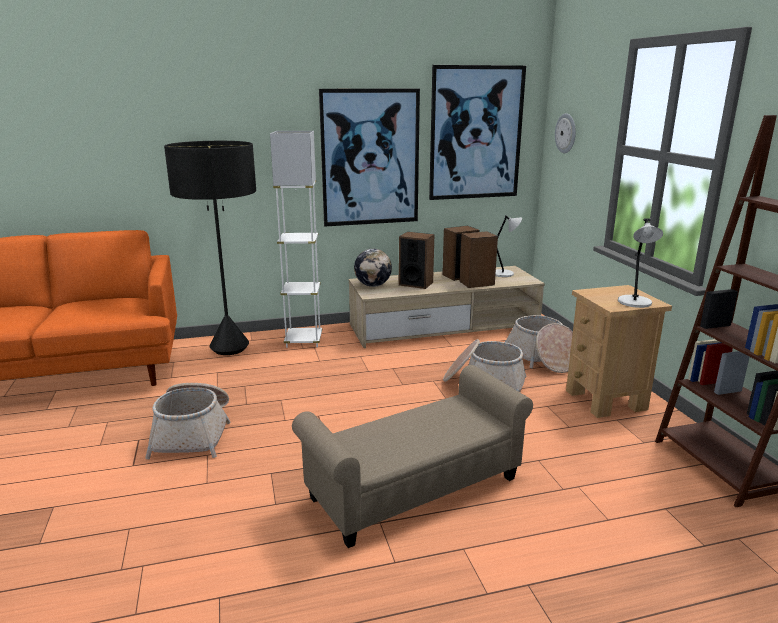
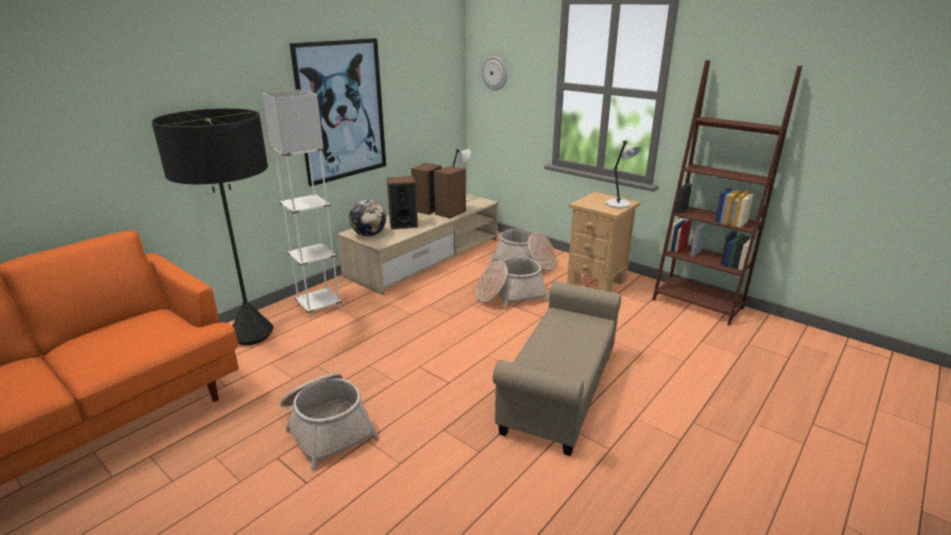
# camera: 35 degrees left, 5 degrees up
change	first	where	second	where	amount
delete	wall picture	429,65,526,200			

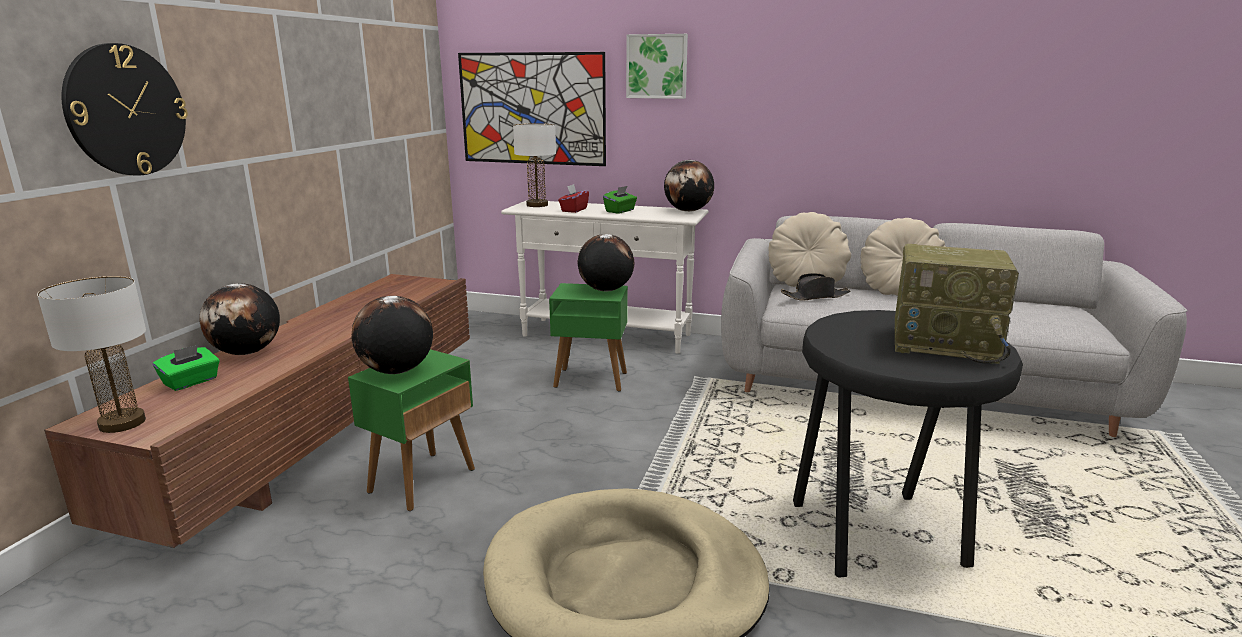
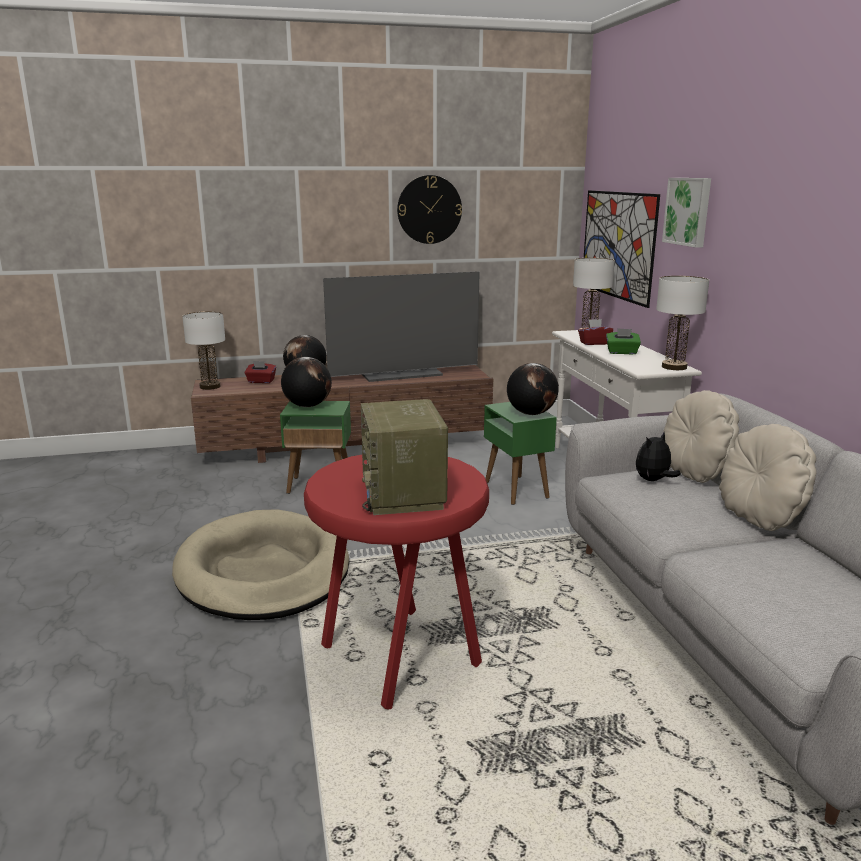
# camera: 60 degrees right, 0 degrees up
change	first	where	second	where	amount
move	wall clock	61,43,188,176		397,175,462,244	
recolor	green-coloured tissue box	153,344,220,391	reddish tissue box	244,361,276,383	
replace	desk globe	664,160,714,212	lamp for a table	656,276,709,370	
replace	blackish hat	781,273,850,300	plush toy	636,432,681,481	
recolor	blackish stool	793,310,1023,577	reddish stool	304,455,489,709	
insert			television	323,272,480,382	

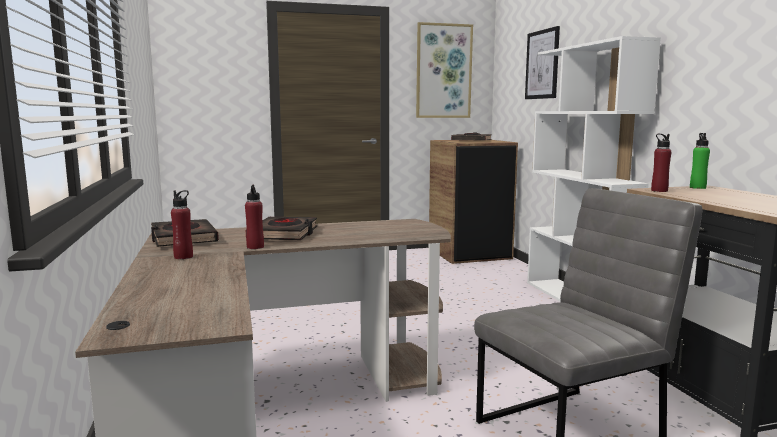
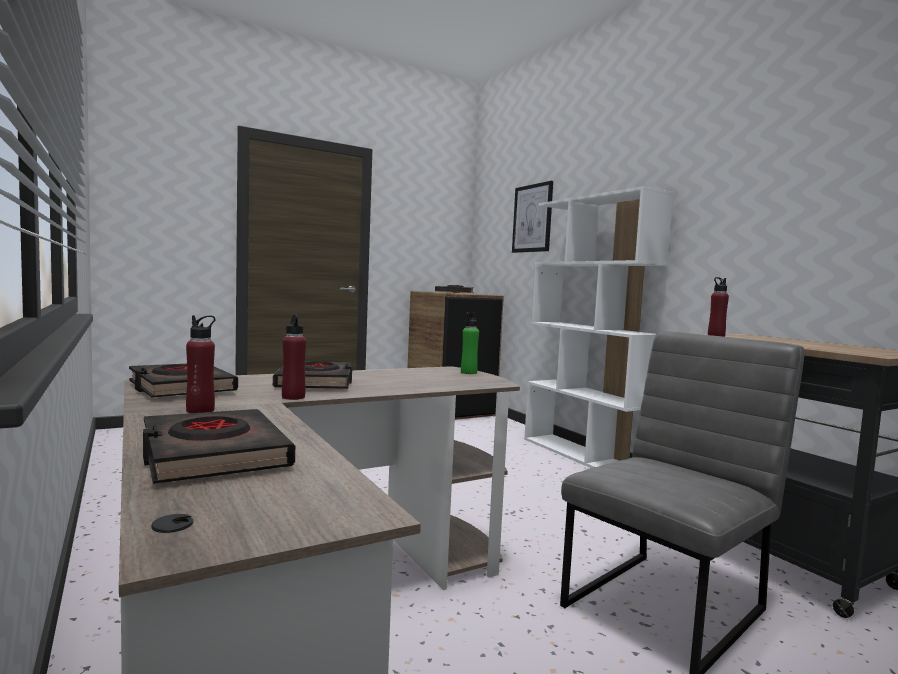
# camera: 15 degrees left, 5 degrees down
change	first	where	second	where	amount
delete	wall picture	416,22,473,118			
move	green-coloured beverage bottle	690,133,710,189		461,312,479,374	
insert			blackish volume	143,409,295,484	

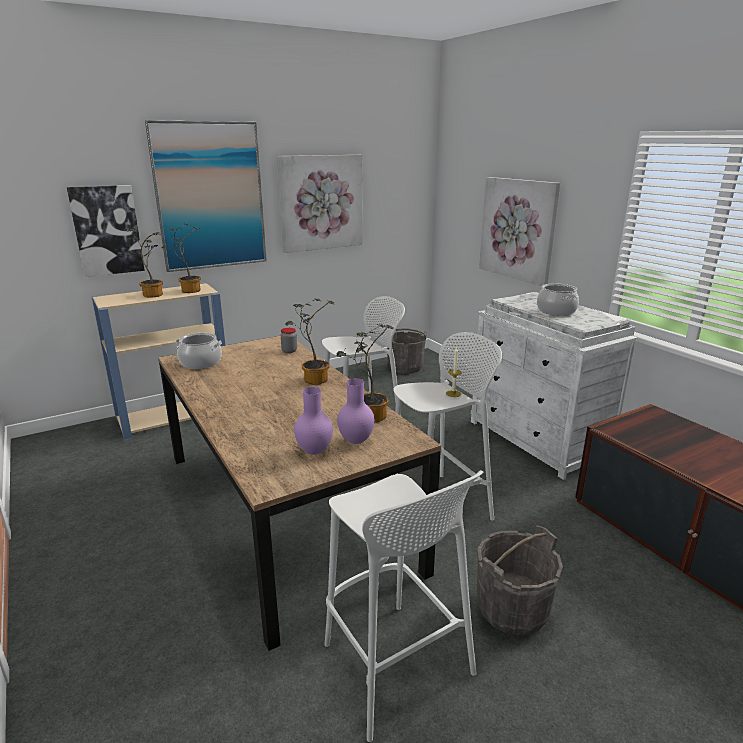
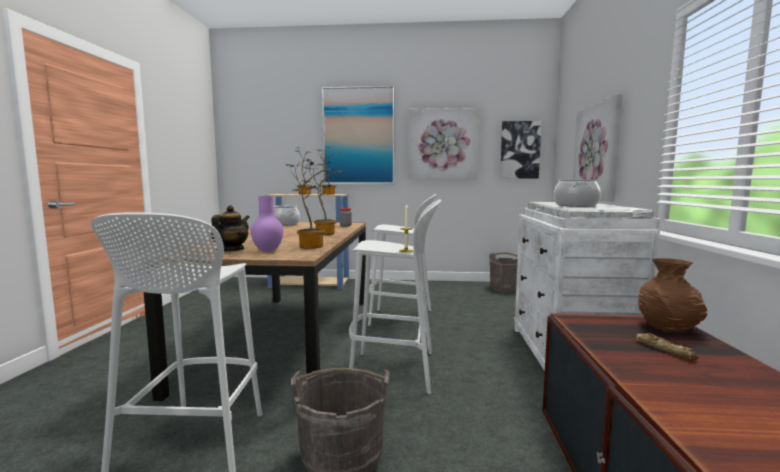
# camera: 35 degrees right, 15 degrees down
change	first	where	second	where	amount
move	wall picture	67,185,145,277		500,121,541,178	
replace	purple-coloured flower vase	294,387,333,455	pot for tea	211,205,250,251	
insert			baked bread	636,333,699,360	
insert			brown-coloured flower vase	638,258,707,332	

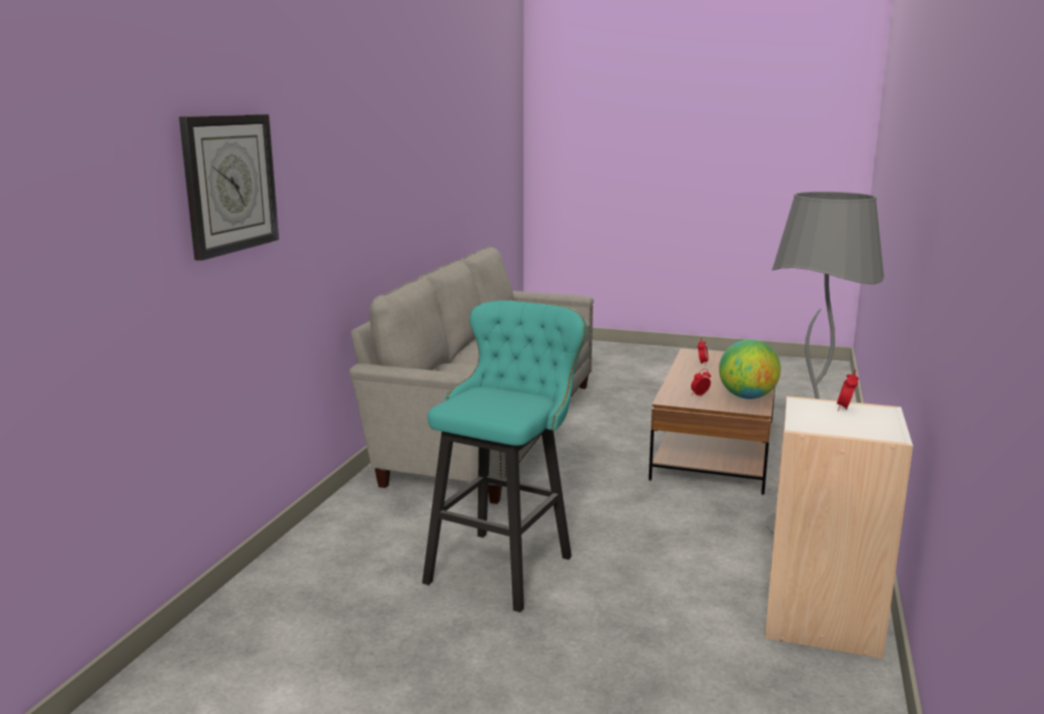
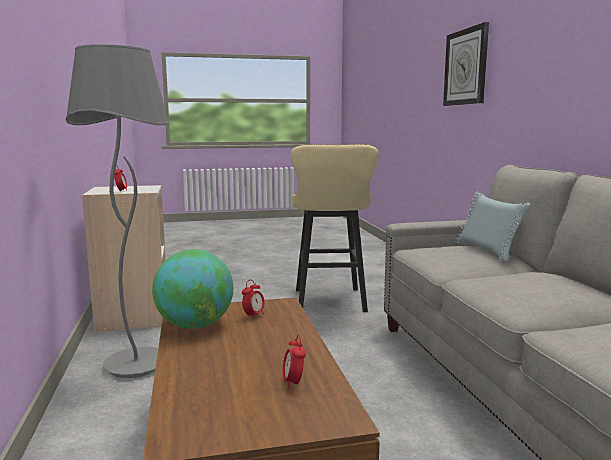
# camera: 150 degrees right, 5 degrees down
change	first	where	second	where	amount
recolor	blue-green stool	422,300,587,612	beige stool	290,144,379,312	
insert			bluish cushion	455,192,530,262	

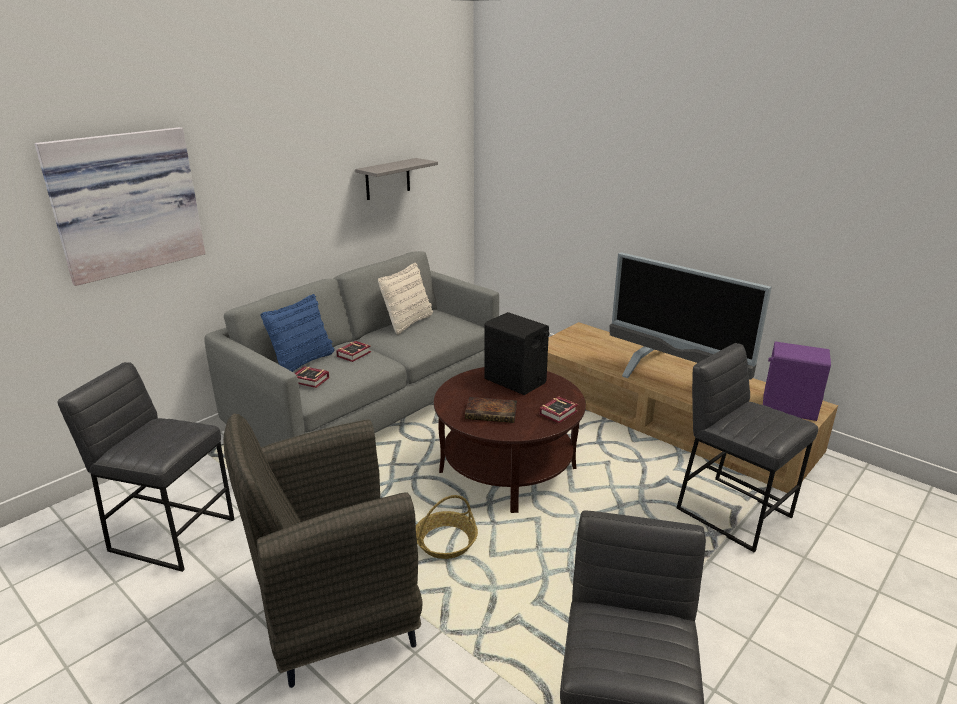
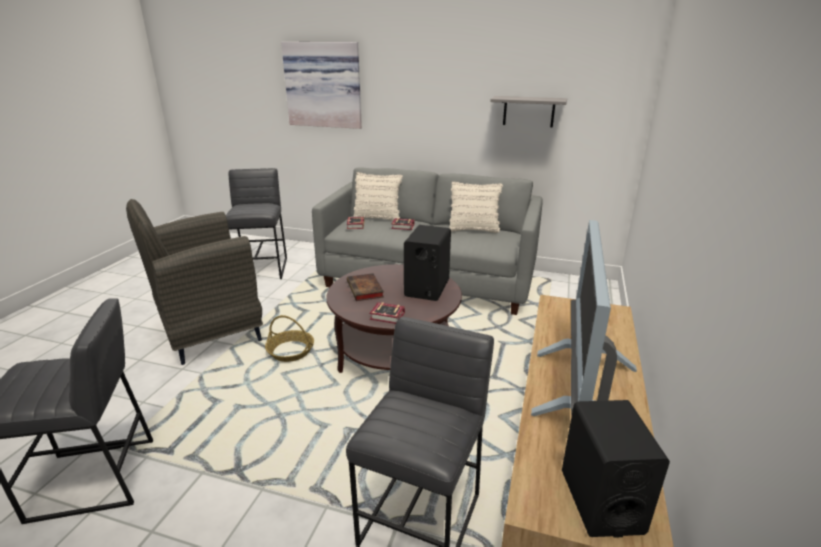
# camera: 65 degrees right, 0 degrees up
change	first	where	second	where	amount
rotate	grey lounge chair	223,414,422,688		126,199,263,365	75 degrees counterclockwise
recolor	bluish cushion	260,294,335,372	beige cushion	354,172,403,221	
recolor	purple-coloured audio speaker	763,342,831,421	blackish audio speaker	562,400,670,538	

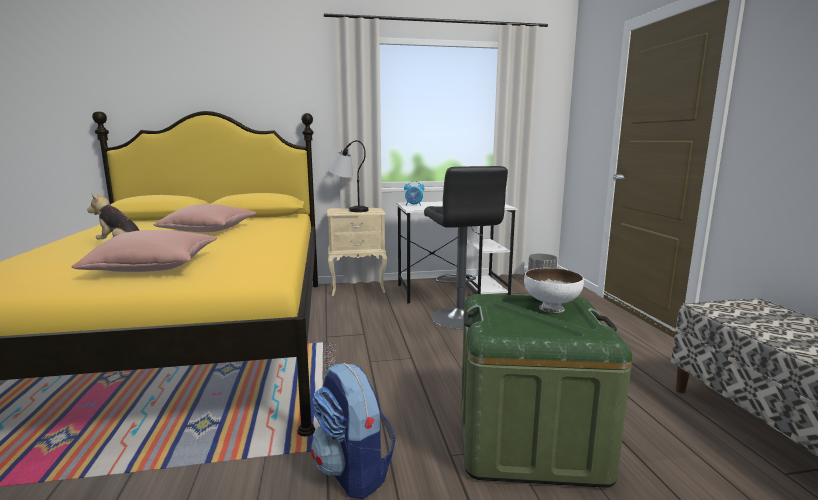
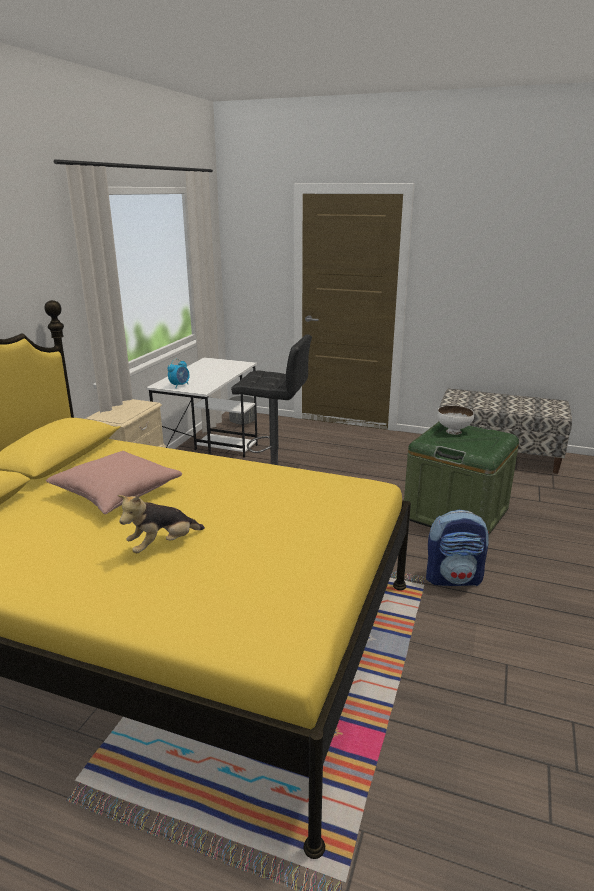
# camera: 60 degrees left, 10 degrees up
change	first	where	second	where	amount
delete	pink cushion	72,230,217,272			
delete	lamp for a table	328,140,368,212			

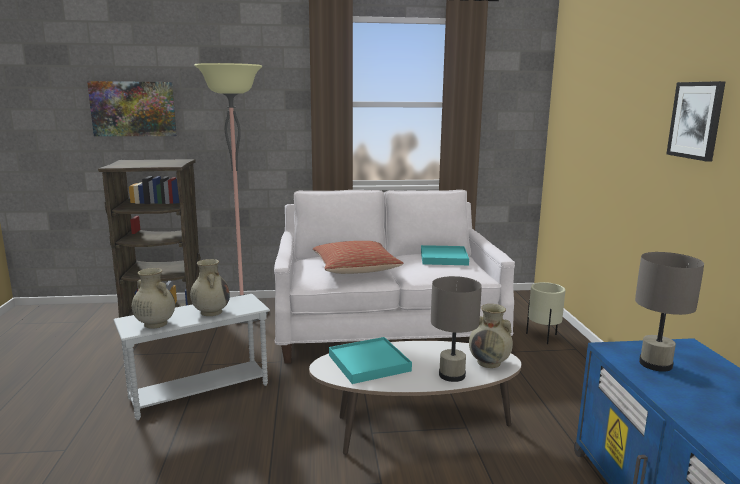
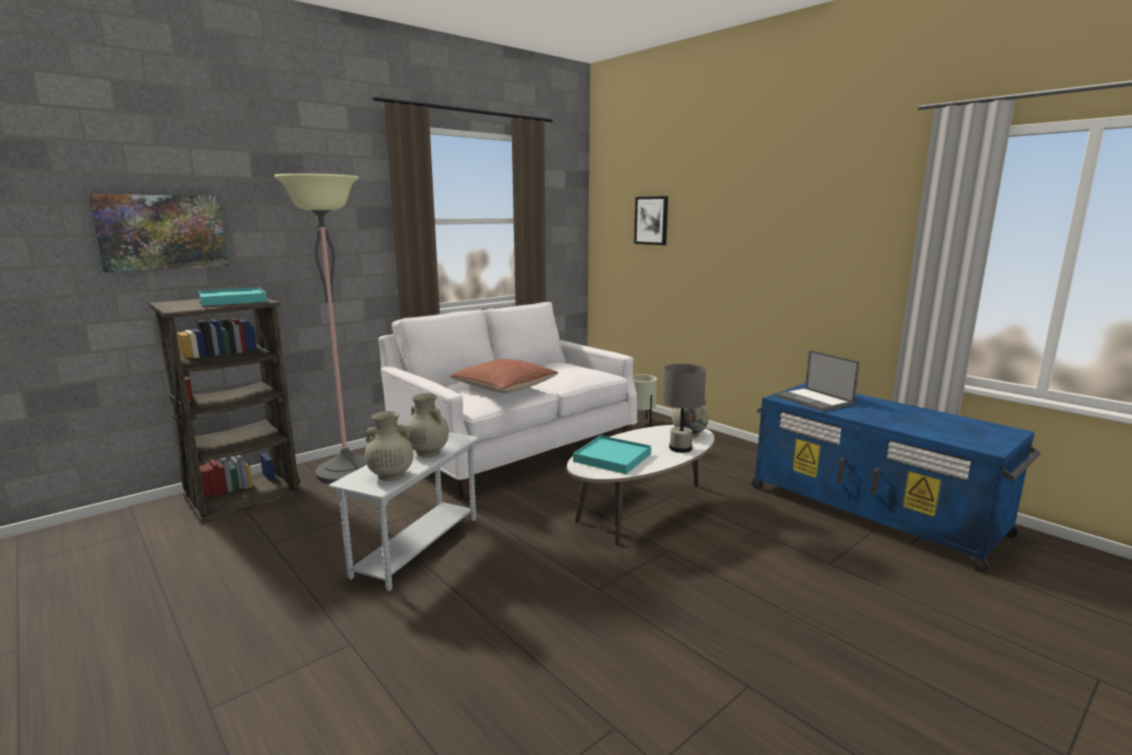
# camera: 35 degrees left, 0 degrees up
change	first	where	second	where	amount
move	blue-green tray	421,245,469,265		199,287,267,306	
replace	grey lamp for a table	635,252,704,372	notebook computer	775,350,860,412	
move	wall picture	666,81,726,162		634,196,668,245	

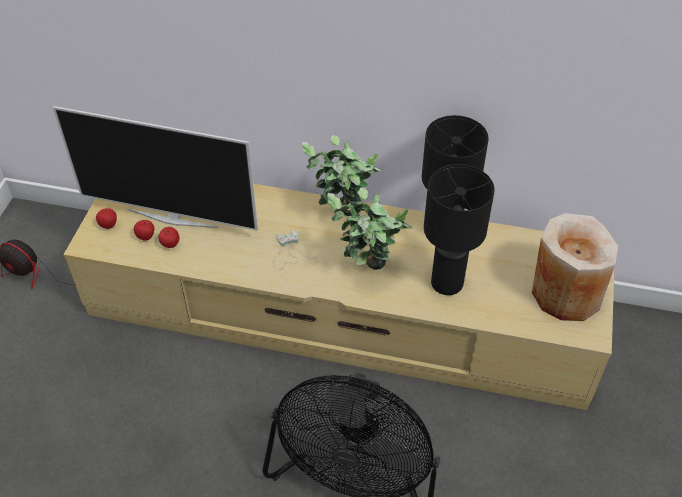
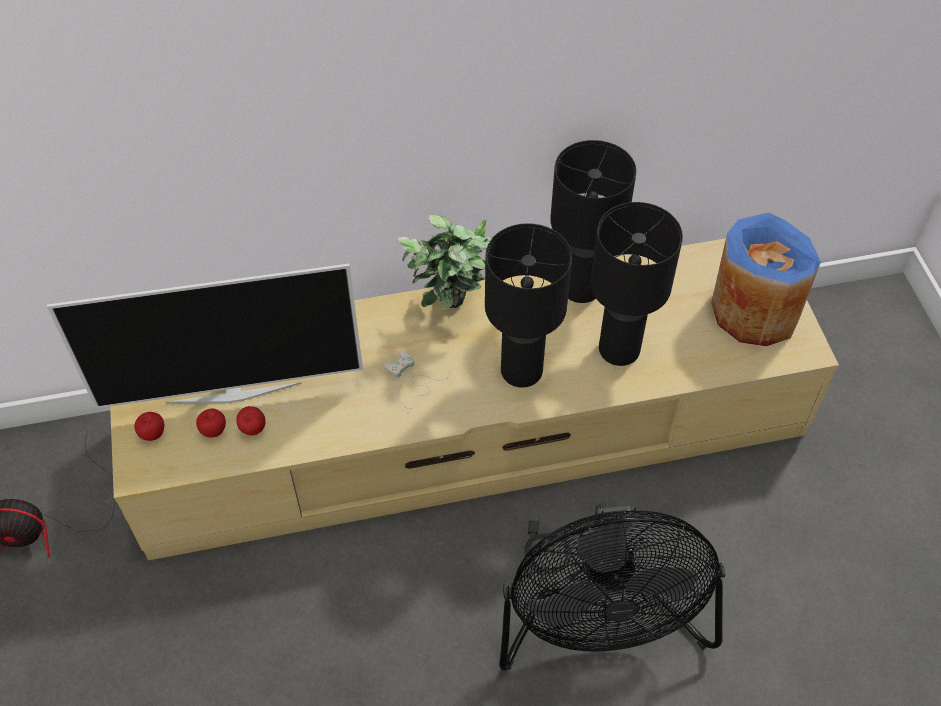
# camera: 25 degrees left, 5 degrees up
change	first	where	second	where	amount
replace	houseplant	327,187,412,270	blackish lamp for a table	485,223,572,388	
recolor	beige flower vase	532,213,618,321	bluish flower vase	711,213,821,346	

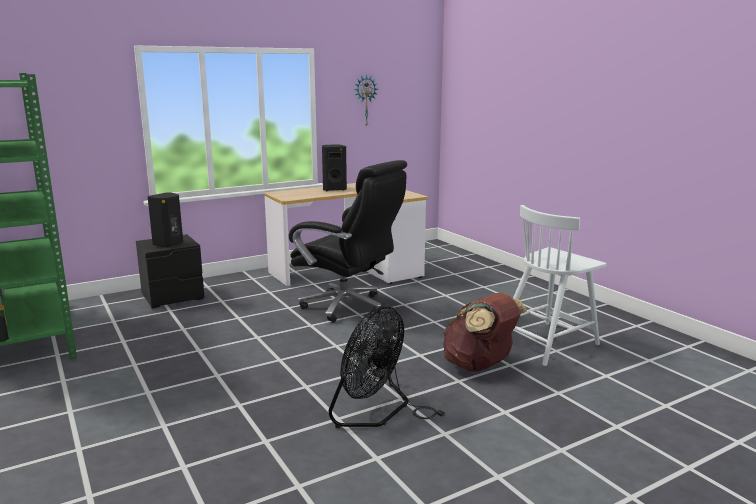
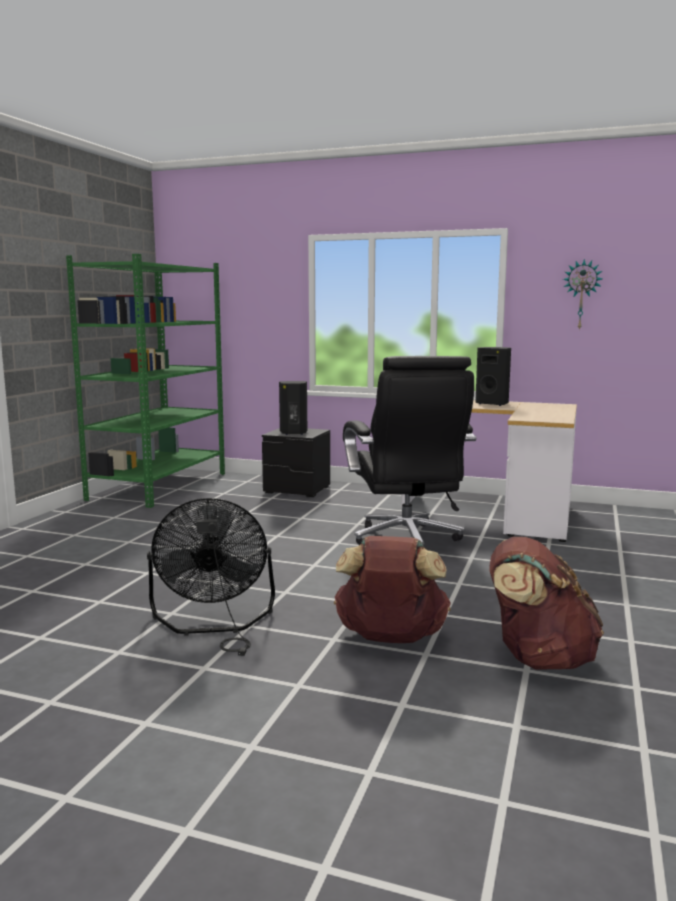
# camera: 50 degrees right, 5 degrees down
change	first	where	second	where	amount
replace	white upright chair	513,205,607,366	brown-coloured knapsack	489,537,604,670	

